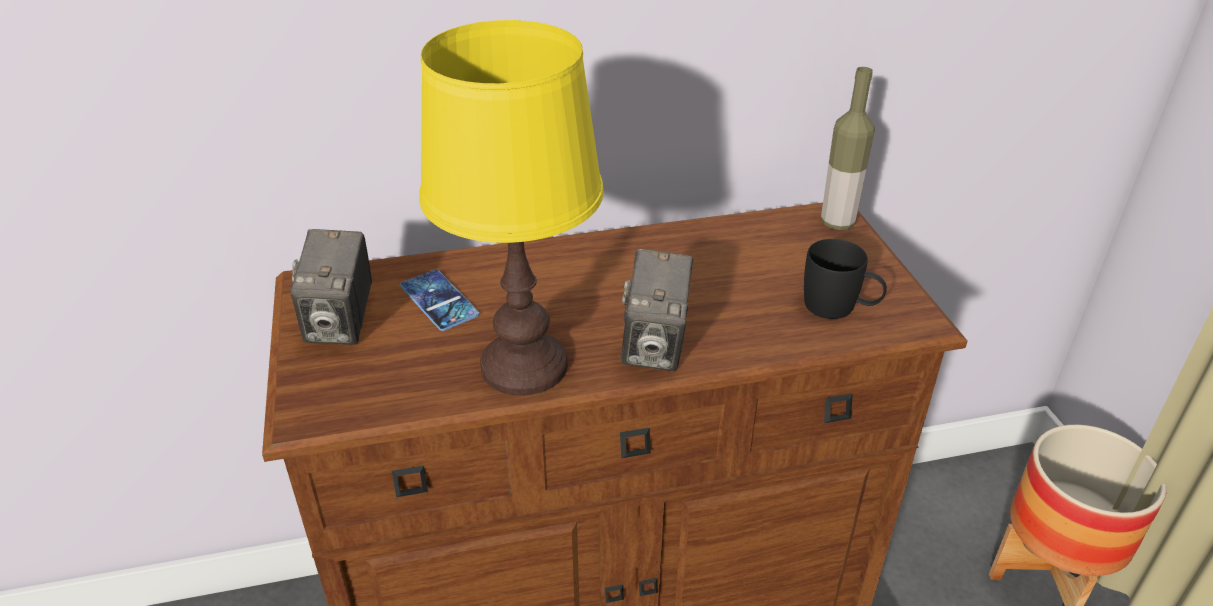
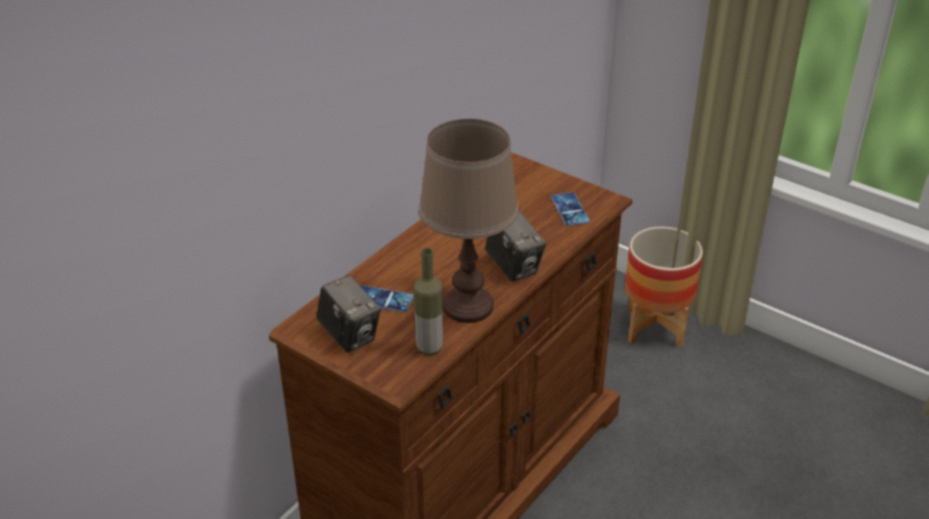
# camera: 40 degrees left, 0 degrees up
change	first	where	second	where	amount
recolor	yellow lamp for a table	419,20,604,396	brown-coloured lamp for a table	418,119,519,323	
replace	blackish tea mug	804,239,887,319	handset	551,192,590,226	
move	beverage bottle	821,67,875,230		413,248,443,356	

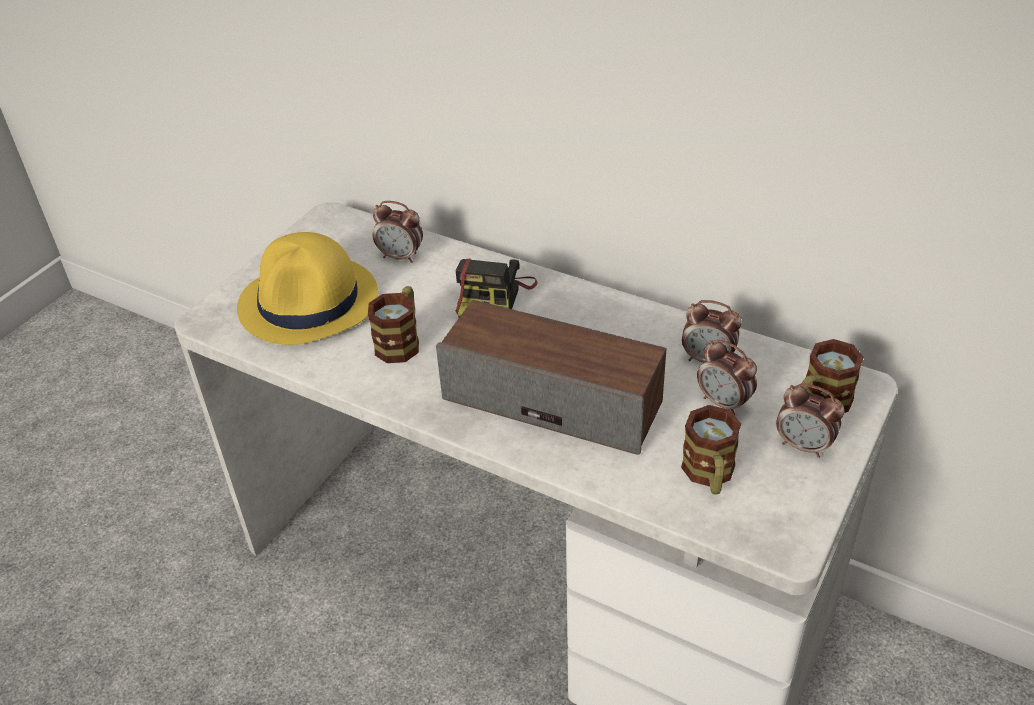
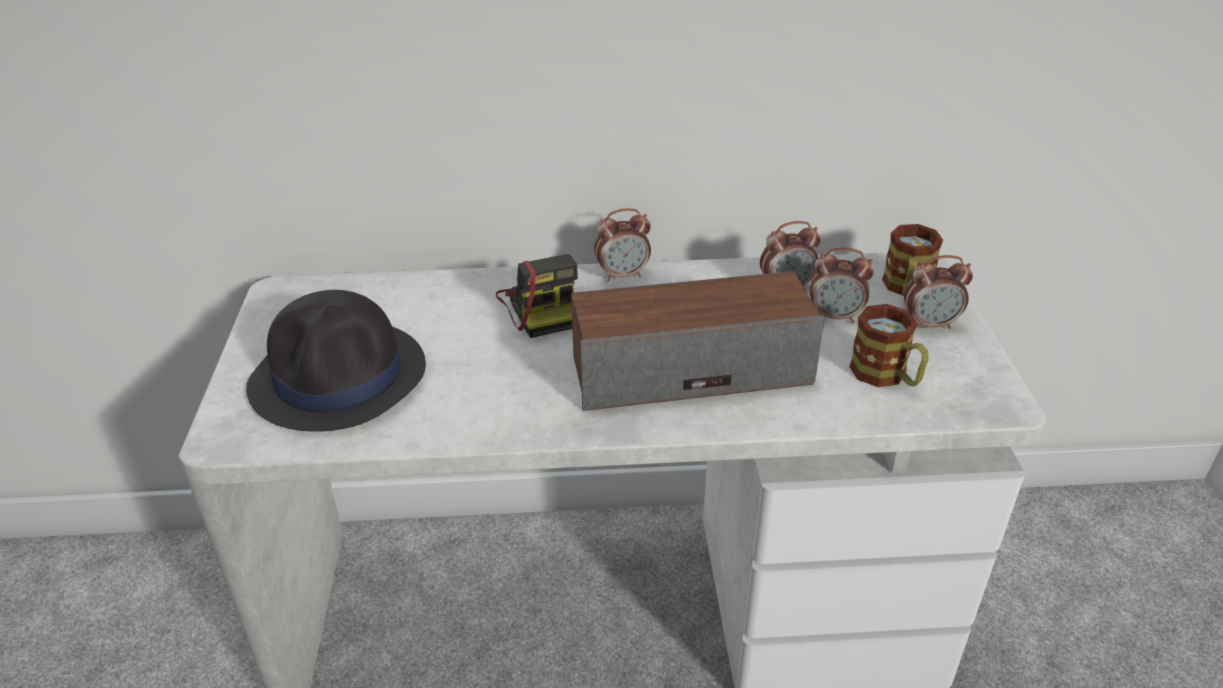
# camera: 35 degrees left, 5 degrees down
change	first	where	second	where	amount
recolor	yellow hat	237,232,378,345	blackish hat	246,290,426,432	
delete	tea mug	368,286,419,363			
move	bedside clock	372,201,423,263		594,208,651,282	

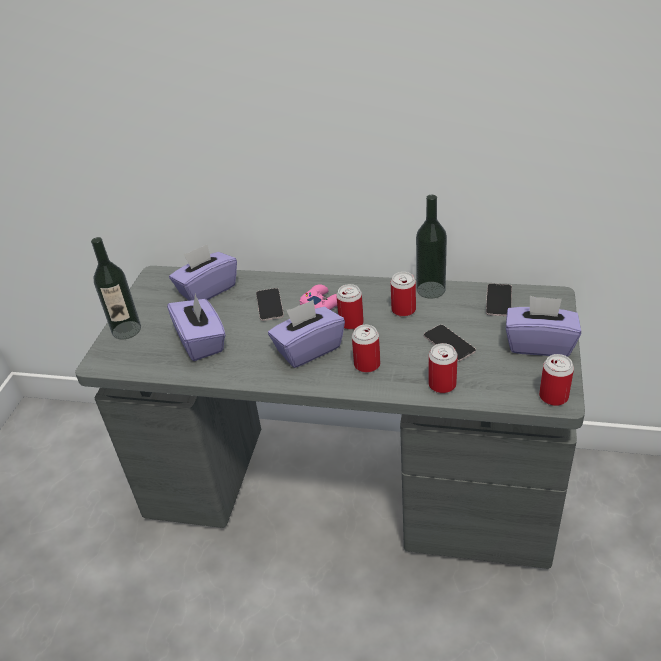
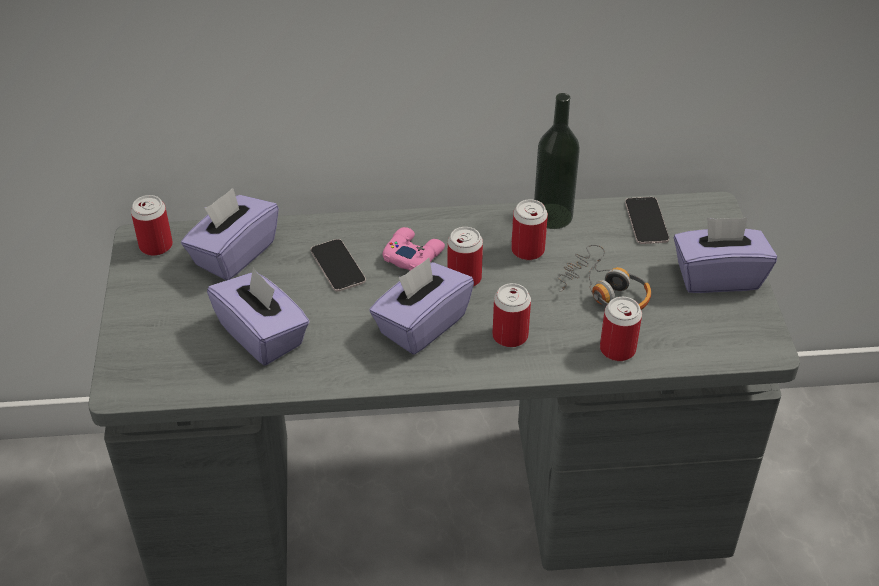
# camera: 20 degrees left, 5 degrees up
change	first	where	second	where	amount
delete	beverage bottle	91,237,141,339			
replace	handset	424,325,476,362	headphones	558,245,651,310	
move	metal can	539,354,574,406		131,195,173,256	

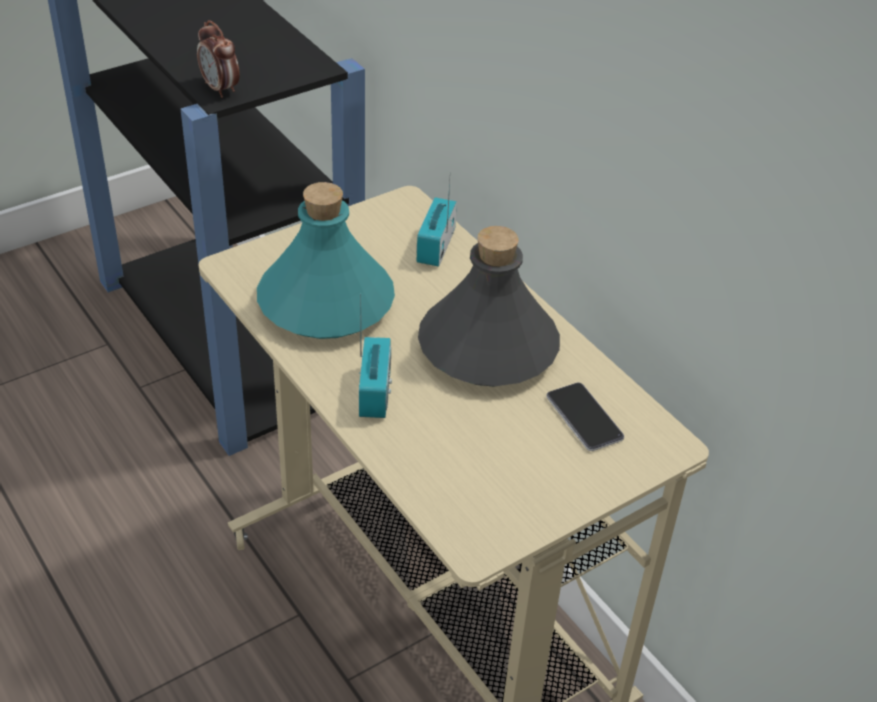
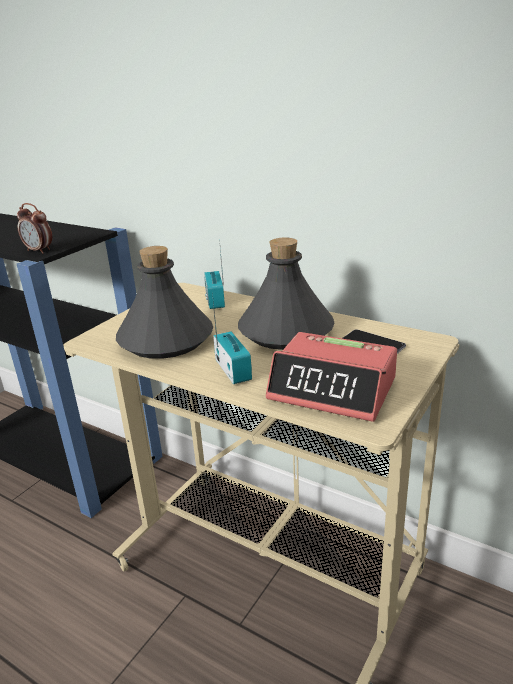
# camera: 20 degrees left, 15 degrees down
change	first	where	second	where	amount
recolor	blue-green beverage bottle	257,182,395,339	grey beverage bottle	116,246,213,359	
insert			bedside clock	266,332,397,422	

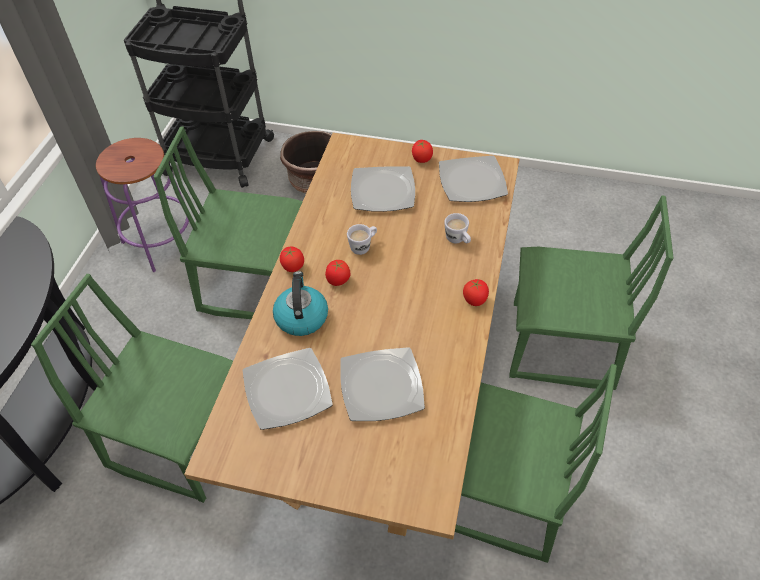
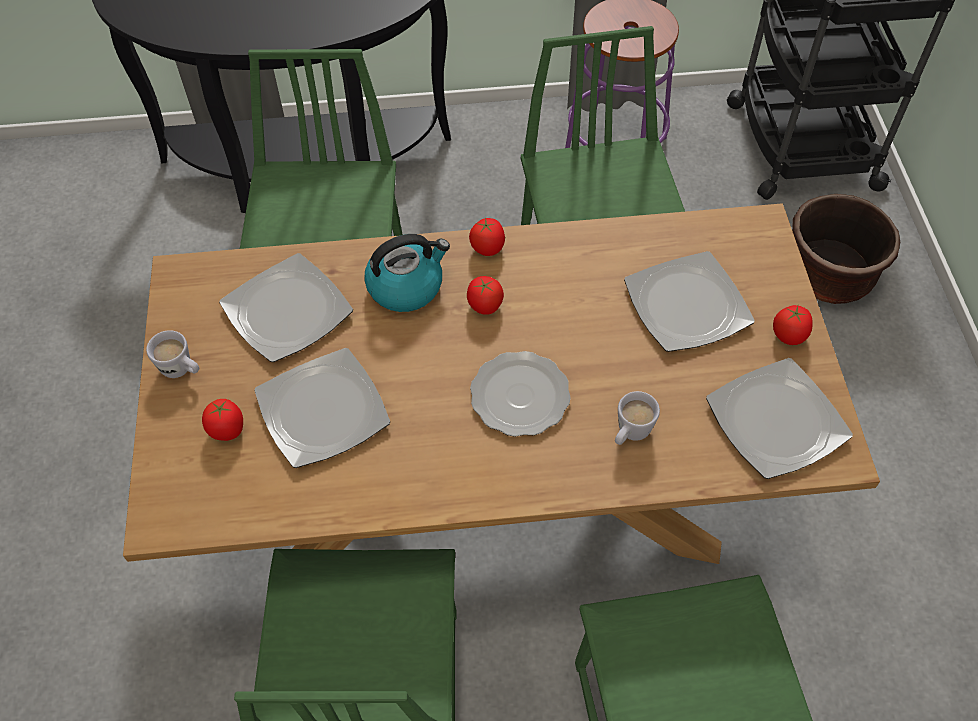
# camera: 70 degrees right, 5 degrees up
change	first	where	second	where	amount
move	white tea mug	347,224,377,255		146,330,199,378	
move	tomato	463,279,489,306		202,399,243,441	
insert			dinner plate	470,351,571,437	

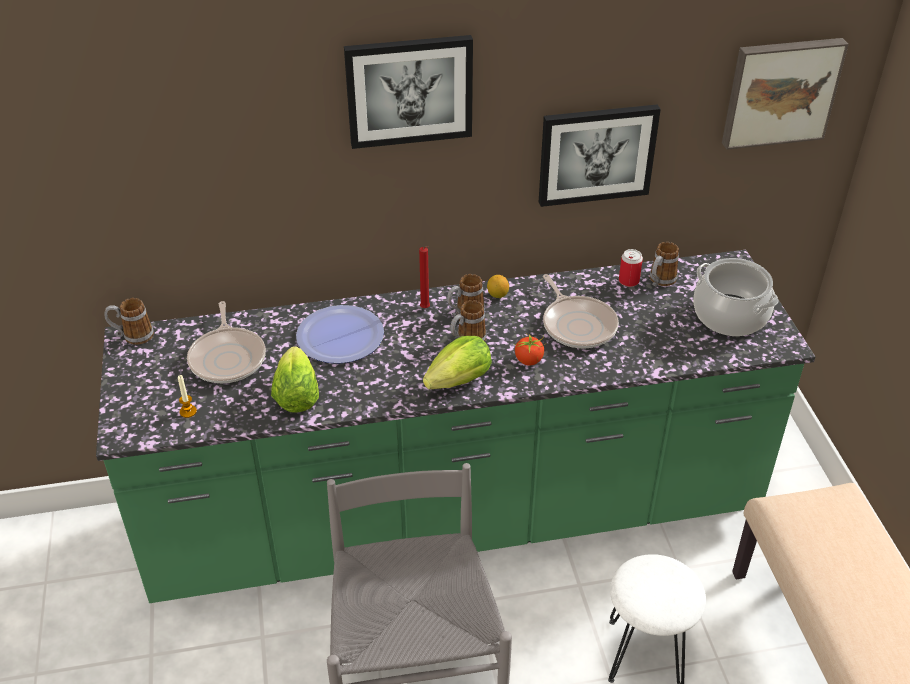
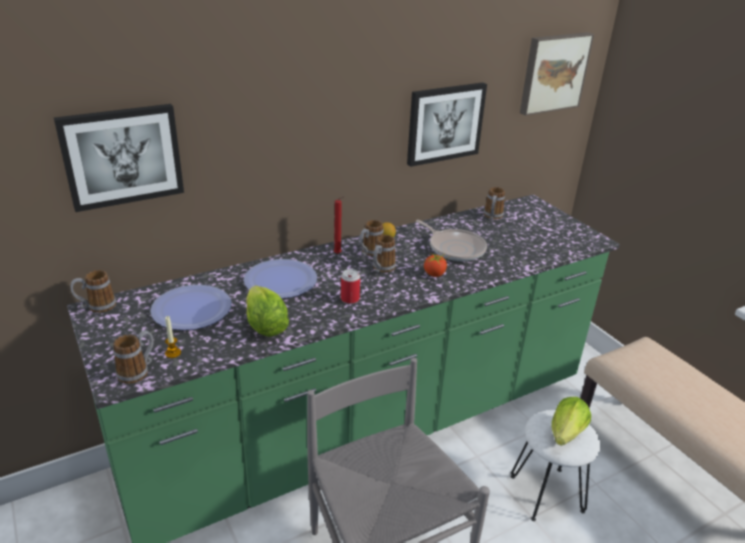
# camera: 20 degrees left, 10 degrees down
change	first	where	second	where	amount
replace	pan	187,301,266,383	dinner plate	150,285,231,330	
move	wall picture	344,35,473,149		54,104,184,212	
move	lettuce head	423,336,492,389		552,397,591,446	
move	metal can	619,249,643,287		341,269,360,304	
delete	cooking pot	693,258,779,336			
insert			tea mug	113,330,154,384	

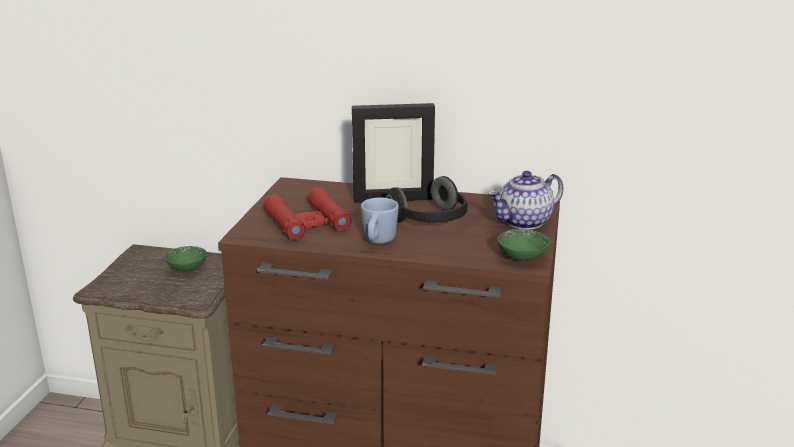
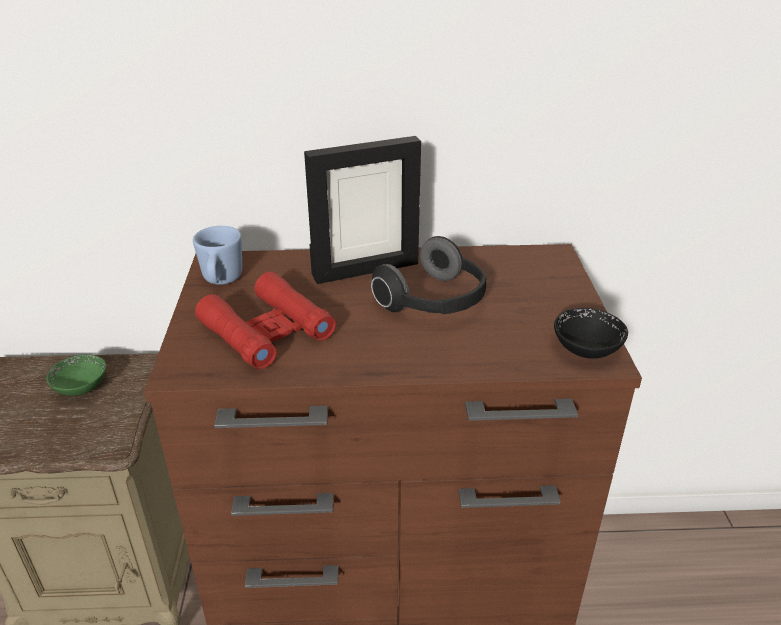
# camera: 15 degrees left, 10 degrees up
change	first	where	second	where	amount
move	bluish tea mug	361,197,399,244		193,226,242,285	
delete	pot for tea	488,171,564,230			
recolor	green-coloured serving bowl	497,229,551,261	blackish serving bowl	554,308,628,359	

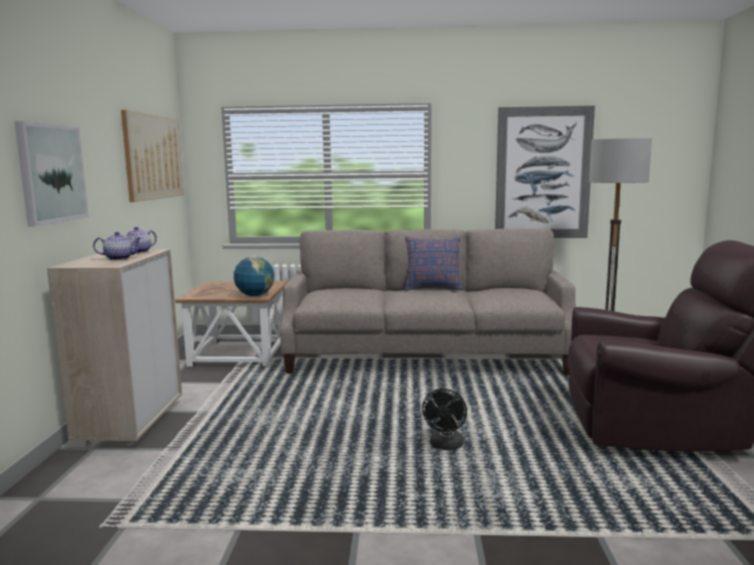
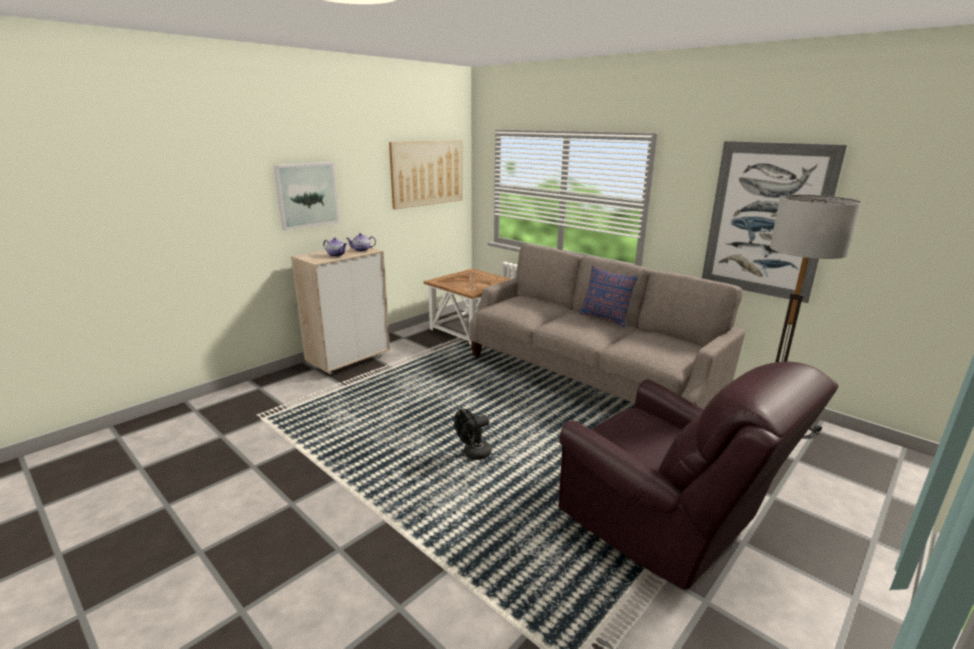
# camera: 40 degrees right, 10 degrees up
change	first	where	second	where	amount
delete	desk globe	234,256,274,296			

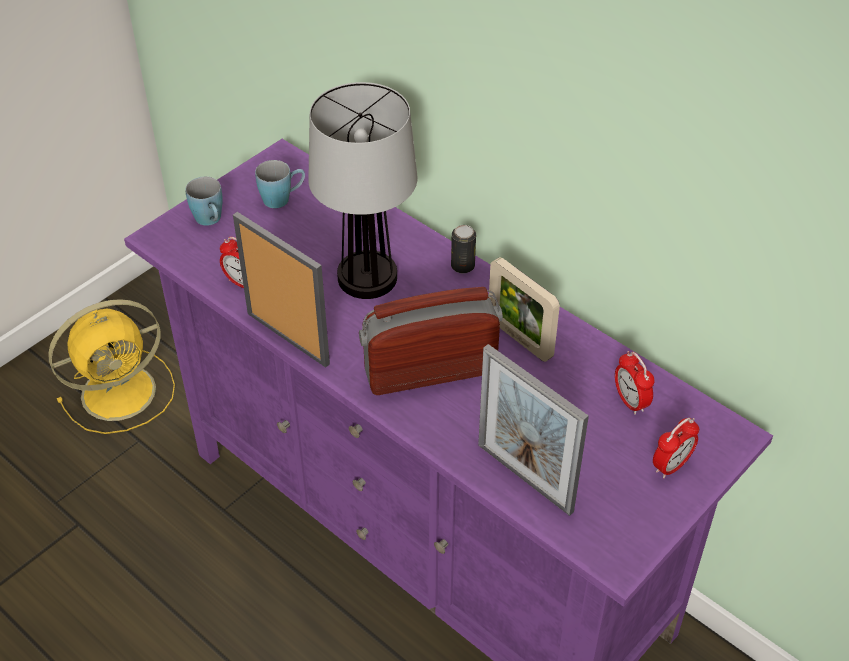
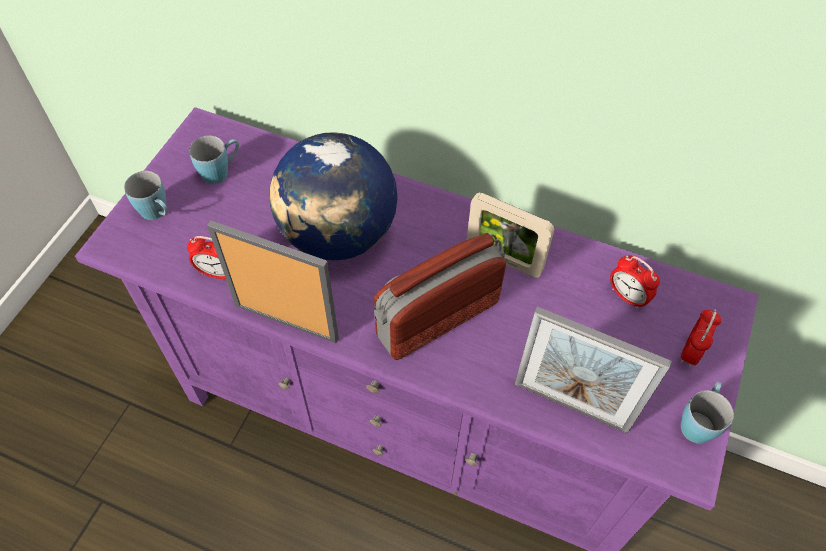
# camera: 20 degrees left, 10 degrees up
change	first	where	second	where	amount
delete	yellow fan	48,299,175,434			
replace	lamp for a table	308,82,418,299	desk globe	270,132,397,260	
delete	metal can	451,225,476,273			
insert			bluish tea mug	681,382,734,444	

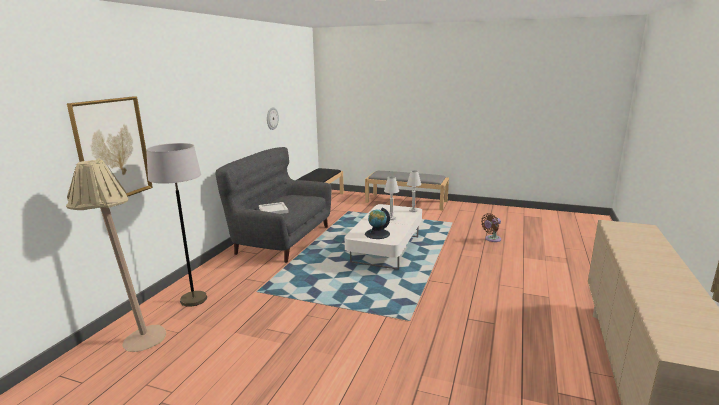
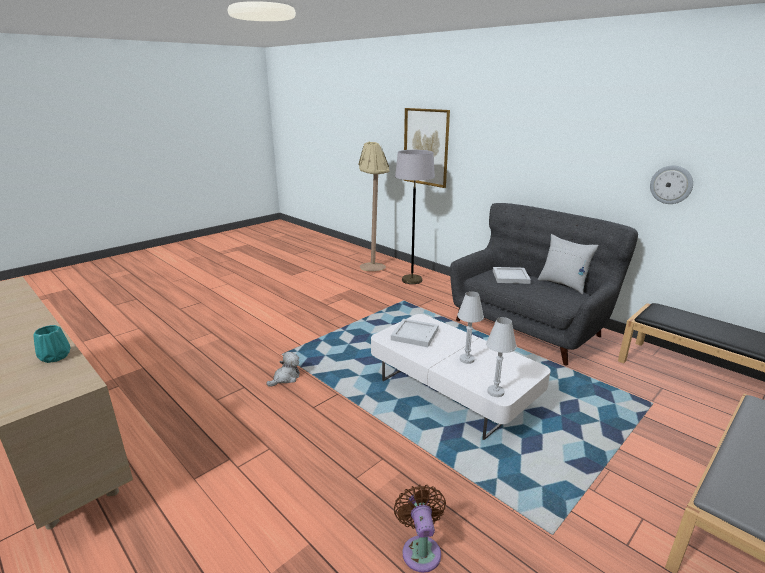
# camera: 115 degrees right, 5 degrees up
change	first	where	second	where	amount
replace	desk globe	365,207,390,239	white tray	391,319,439,347	
insert			blue-green flower vase	33,325,71,363	
insert			plush toy	266,352,300,387	
insert			grey cushion	538,234,598,294	

